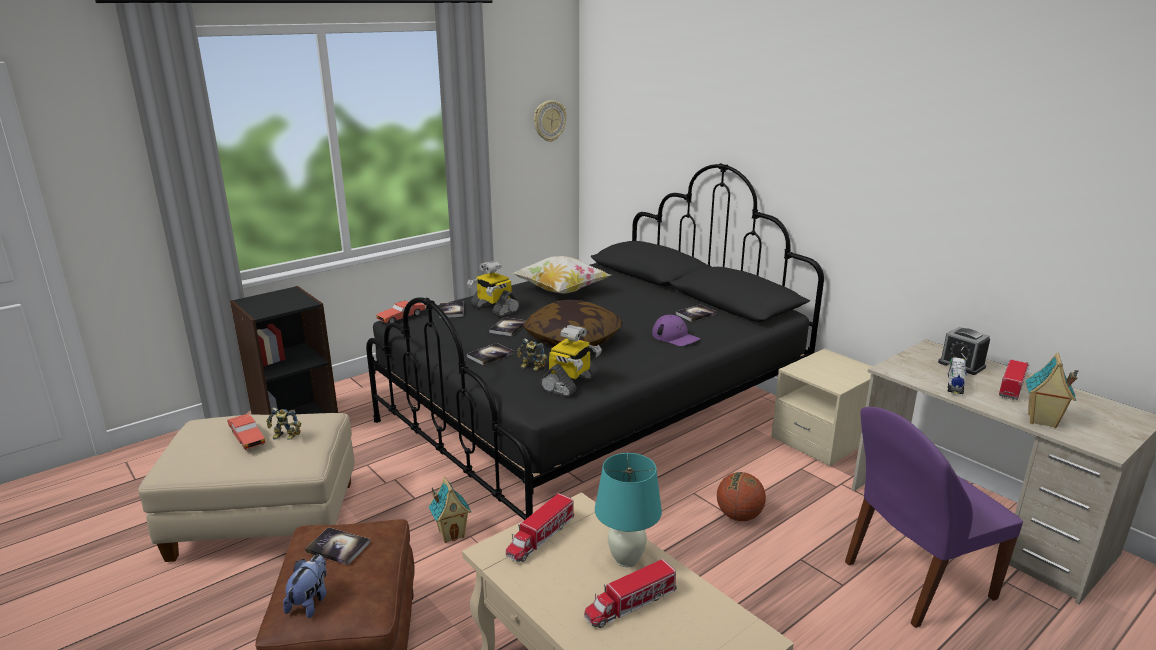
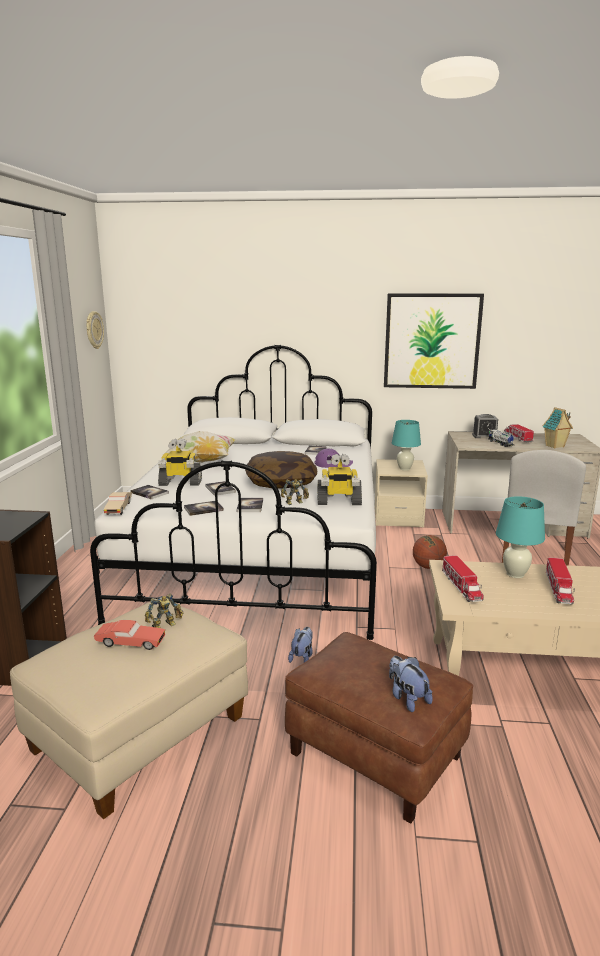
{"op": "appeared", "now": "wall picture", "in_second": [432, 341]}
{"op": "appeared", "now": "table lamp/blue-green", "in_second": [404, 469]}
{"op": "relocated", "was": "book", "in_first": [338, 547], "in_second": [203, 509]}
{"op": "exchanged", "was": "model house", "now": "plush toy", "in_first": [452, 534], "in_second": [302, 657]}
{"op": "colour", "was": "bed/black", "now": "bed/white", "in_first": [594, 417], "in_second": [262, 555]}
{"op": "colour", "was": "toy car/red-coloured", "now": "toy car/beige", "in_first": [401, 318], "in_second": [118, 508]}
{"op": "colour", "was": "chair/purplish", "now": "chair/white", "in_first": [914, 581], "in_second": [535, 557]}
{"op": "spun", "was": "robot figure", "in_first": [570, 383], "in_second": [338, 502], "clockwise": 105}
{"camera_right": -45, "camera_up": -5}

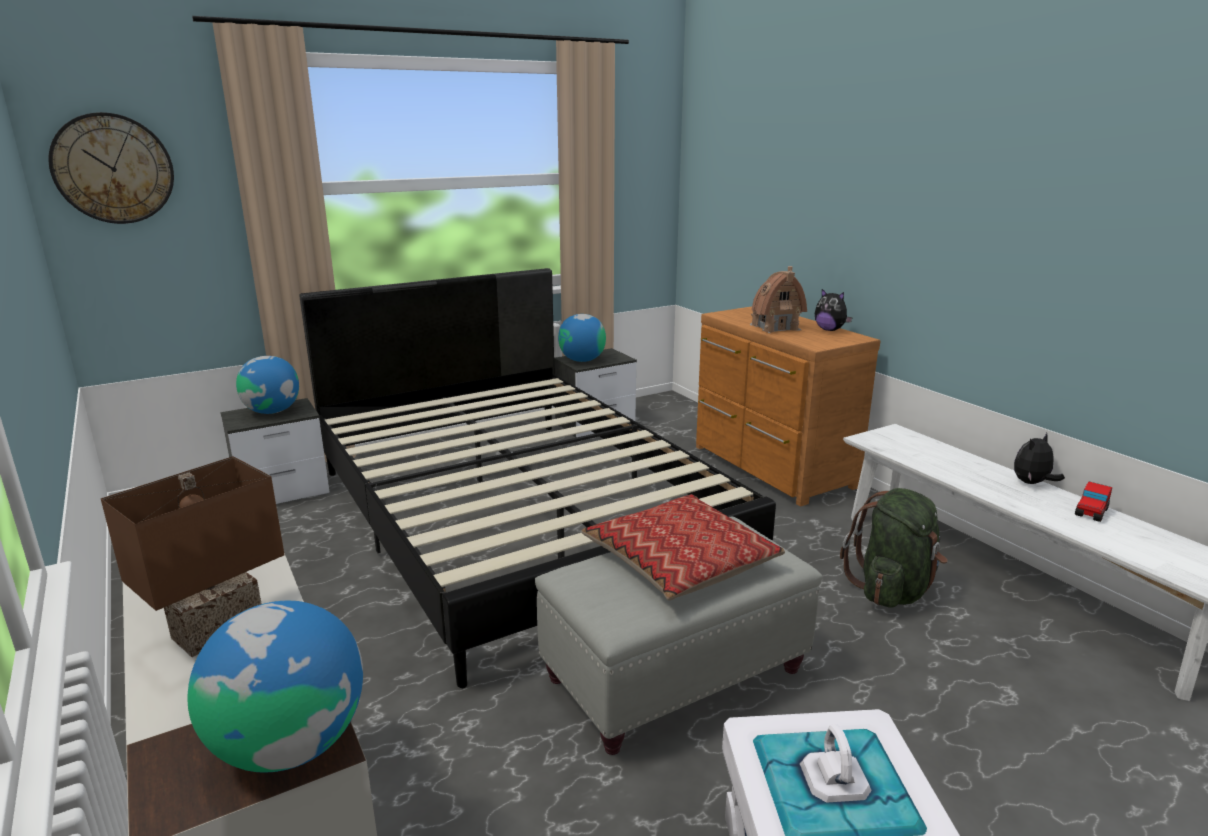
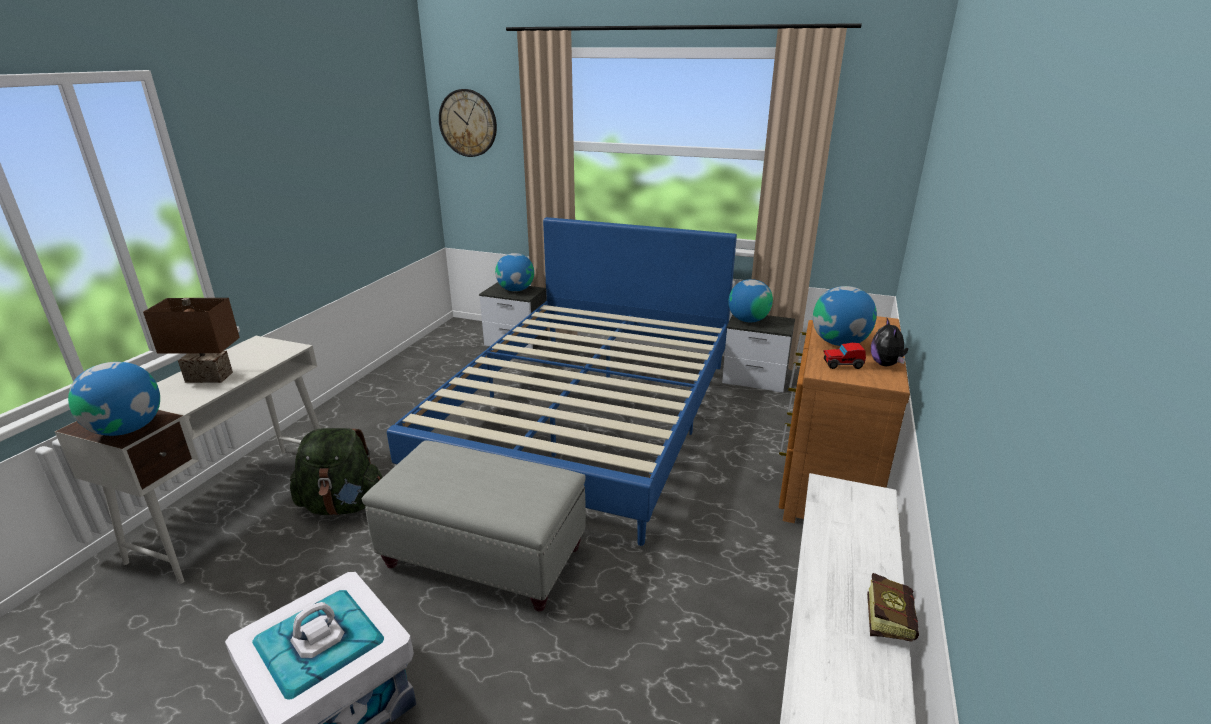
{"op": "missing", "was": "cushion", "in_first": [680, 560]}
{"op": "relocated", "was": "knapsack/green-coloured", "in_first": [892, 590], "in_second": [343, 505]}
{"op": "relocated", "was": "toy car", "in_first": [1091, 512], "in_second": [842, 364]}
{"op": "exchanged", "was": "model house", "now": "world globe", "in_first": [775, 327], "in_second": [839, 343]}
{"op": "exchanged", "was": "plush toy", "now": "book", "in_first": [1032, 483], "in_second": [887, 617]}
{"op": "colour", "was": "bed/black", "now": "bed/blue-coloured", "in_first": [518, 518], "in_second": [587, 417]}
{"camera_right": 50, "camera_up": 5}

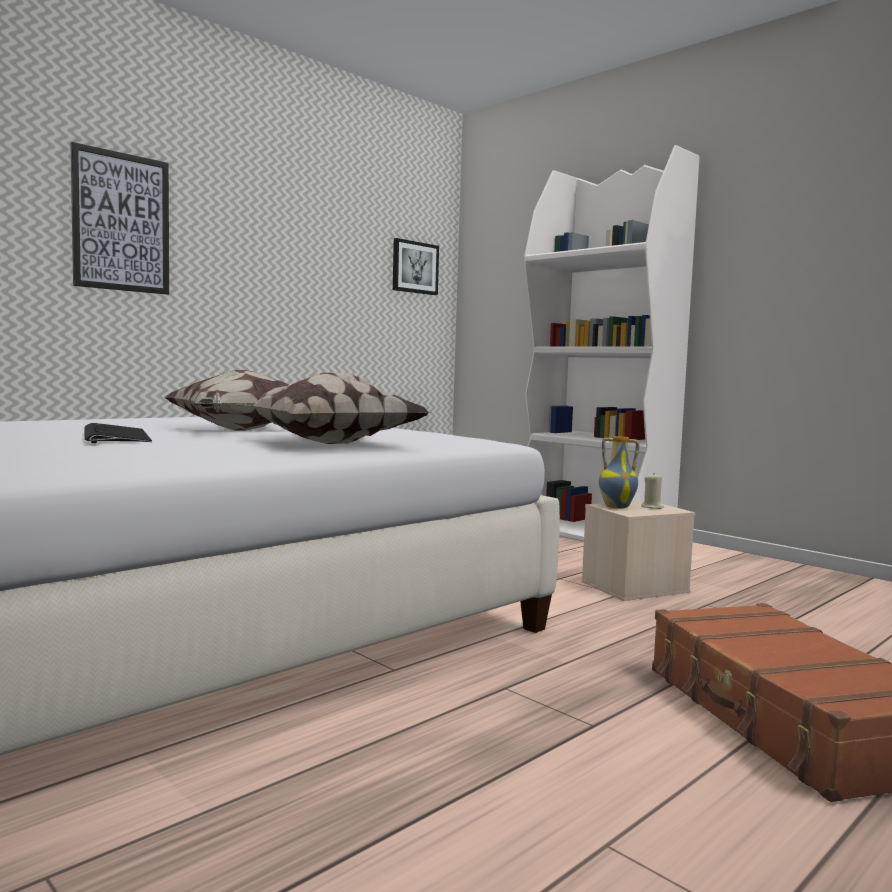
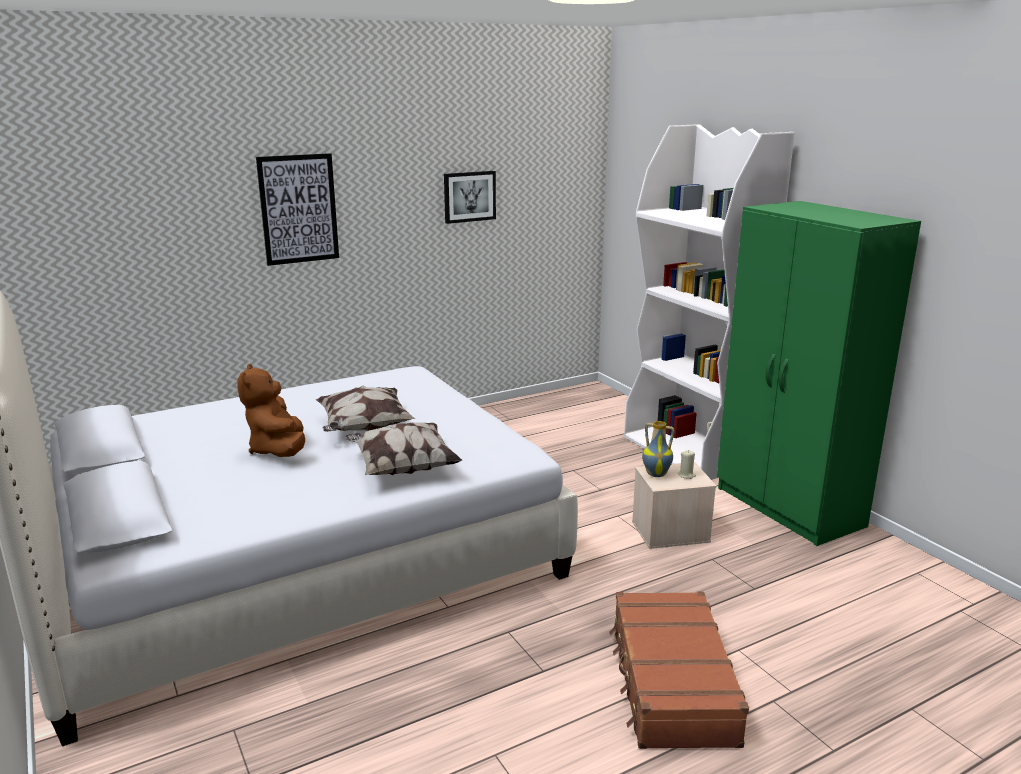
{"op": "appeared", "now": "wardrobe/green-coloured", "in_second": [789, 508]}
{"op": "relocated", "was": "wall picture", "in_first": [414, 267], "in_second": [469, 196]}
{"op": "exchanged", "was": "computer keyboard", "now": "plush toy/brown-coloured", "in_first": [115, 436], "in_second": [278, 450]}
{"camera_right": 15, "camera_up": 15}

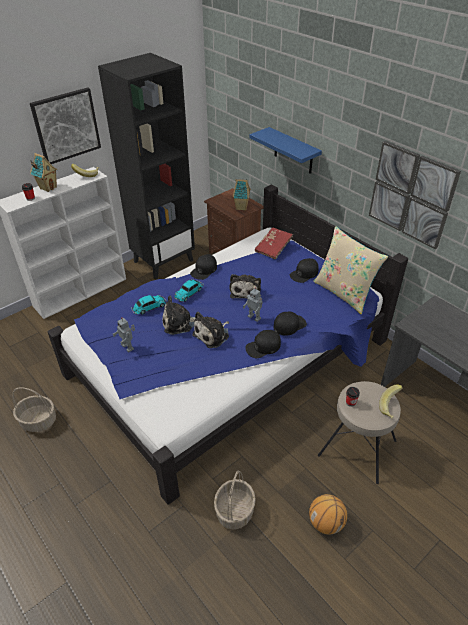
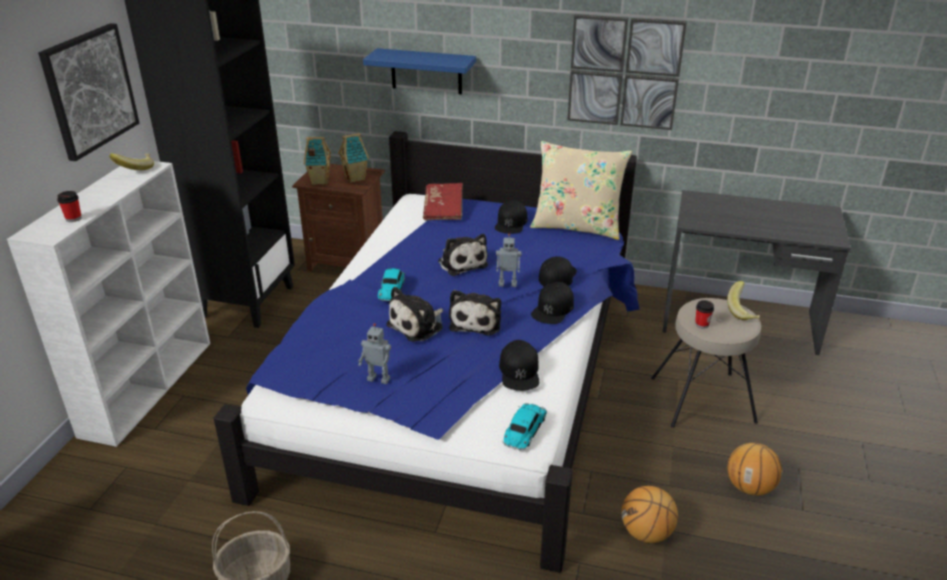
{"op": "relocated", "was": "model house", "in_first": [48, 188], "in_second": [319, 181]}
{"op": "relocated", "was": "toy car", "in_first": [149, 307], "in_second": [524, 431]}
{"op": "relocated", "was": "cap/black", "in_first": [204, 270], "in_second": [519, 371]}
{"op": "exchanged", "was": "household basket", "now": "basketball", "in_first": [235, 512], "in_second": [646, 533]}
{"camera_right": -35, "camera_up": -10}

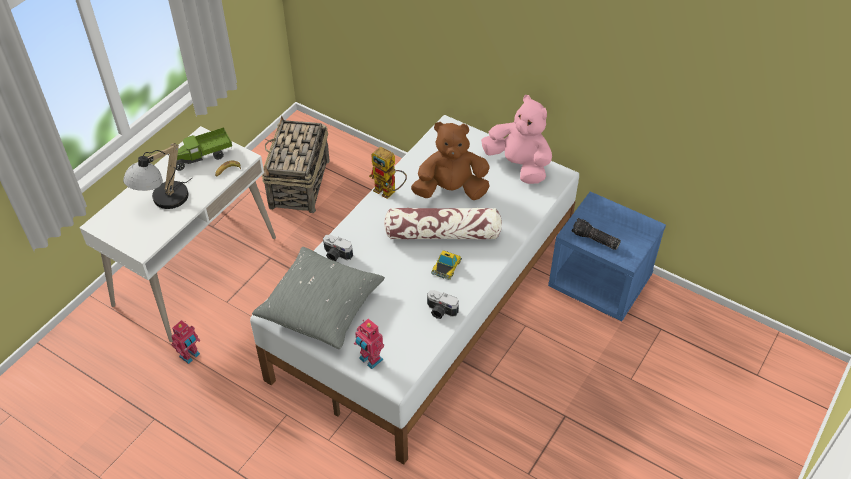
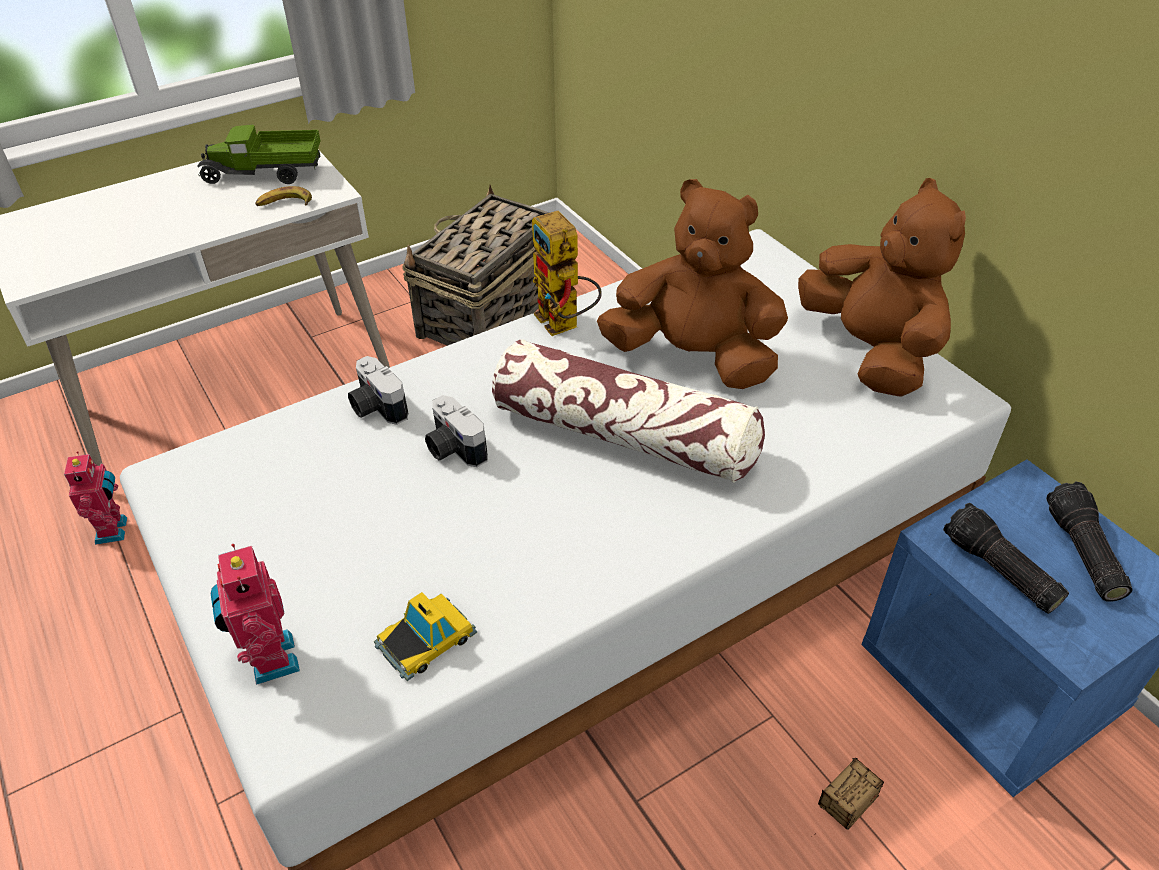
{"op": "missing", "was": "table lamp", "in_first": [163, 202]}
{"op": "missing", "was": "cushion/gray", "in_first": [321, 306]}
{"op": "appeared", "now": "storage box", "in_second": [825, 824]}
{"op": "appeared", "now": "flashlight", "in_second": [1080, 552]}
{"op": "relocated", "was": "still camera", "in_first": [440, 311], "in_second": [453, 449]}
{"op": "relocated", "was": "toy car", "in_first": [446, 266], "in_second": [426, 639]}
{"op": "colour", "was": "plush toy/pinkish", "now": "plush toy/brown-coloured", "in_first": [518, 165], "in_second": [870, 352]}
{"op": "spun", "was": "robot figure", "in_first": [190, 356], "in_second": [114, 530], "clockwise": -75}
{"camera_right": 25, "camera_up": -5}

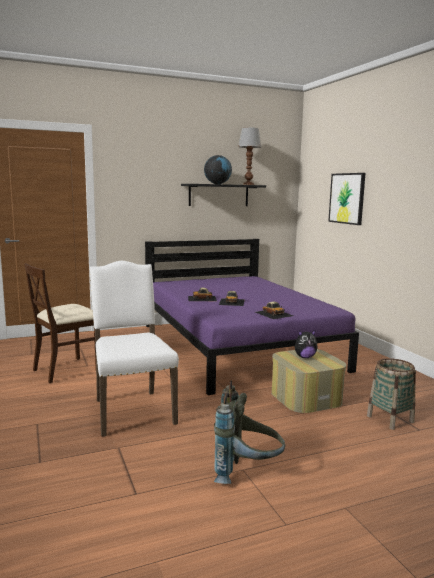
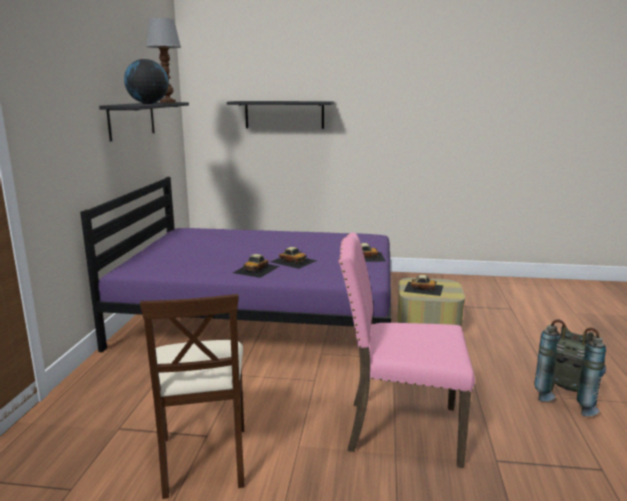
{"op": "missing", "was": "household basket", "in_first": [390, 419]}
{"op": "exchanged", "was": "plush toy", "now": "toy car", "in_first": [304, 357], "in_second": [423, 288]}
{"op": "exchanged", "was": "wall picture", "now": "shelf/black", "in_first": [347, 198], "in_second": [284, 114]}
{"op": "colour", "was": "chair/white", "now": "chair/pinkish", "in_first": [132, 410], "in_second": [400, 430]}
{"camera_right": -60, "camera_up": 5}

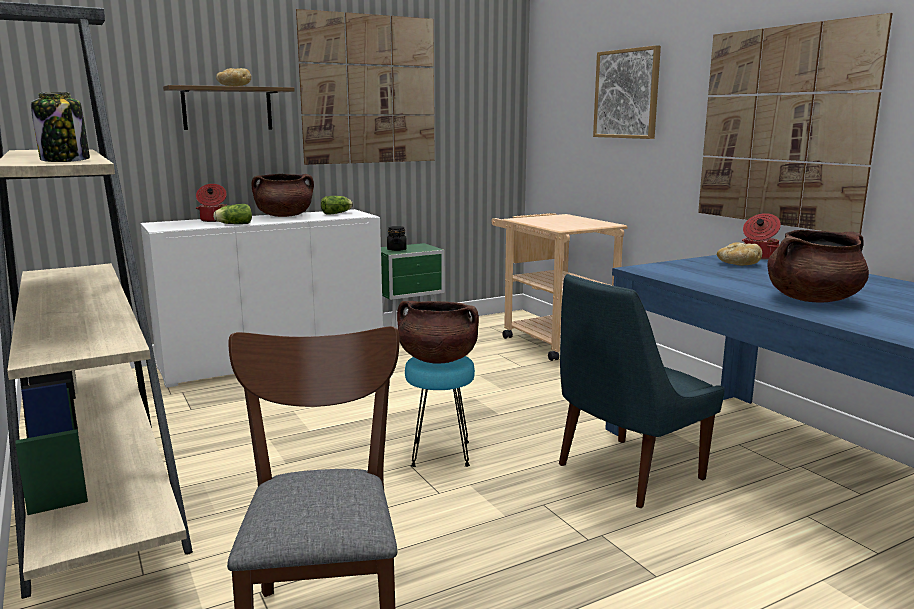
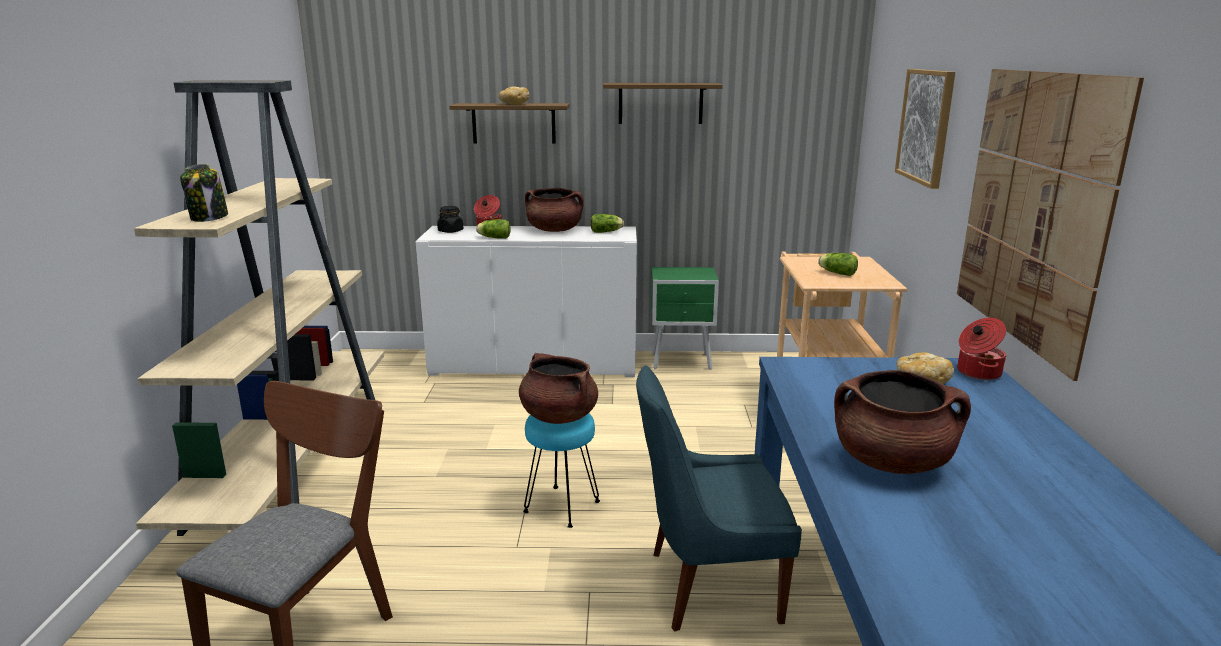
{"op": "appeared", "now": "head of lettuce", "in_second": [836, 273]}
{"op": "relocated", "was": "jar/black", "in_first": [396, 249], "in_second": [450, 231]}
{"op": "exchanged", "was": "wall picture", "now": "shelf", "in_first": [369, 90], "in_second": [660, 103]}
{"camera_right": 30, "camera_up": 5}

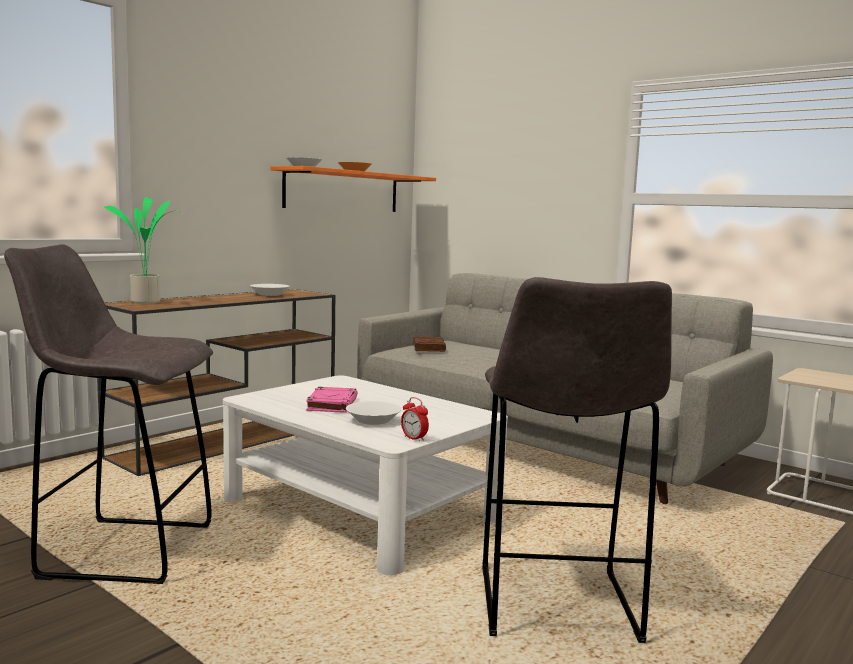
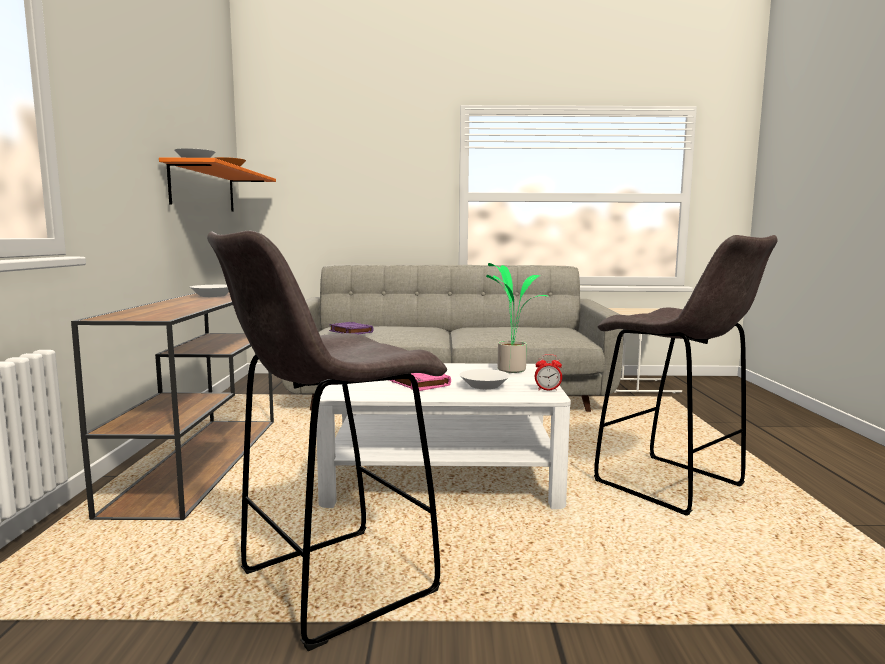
{"op": "relocated", "was": "potted plant", "in_first": [147, 302], "in_second": [511, 369]}
{"op": "colour", "was": "book/brown-coloured", "now": "book/purplish", "in_first": [428, 347], "in_second": [350, 332]}
{"camera_right": -40, "camera_up": 0}

